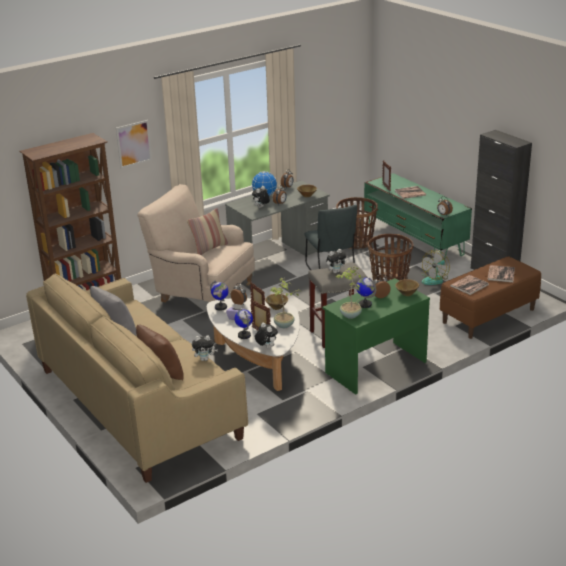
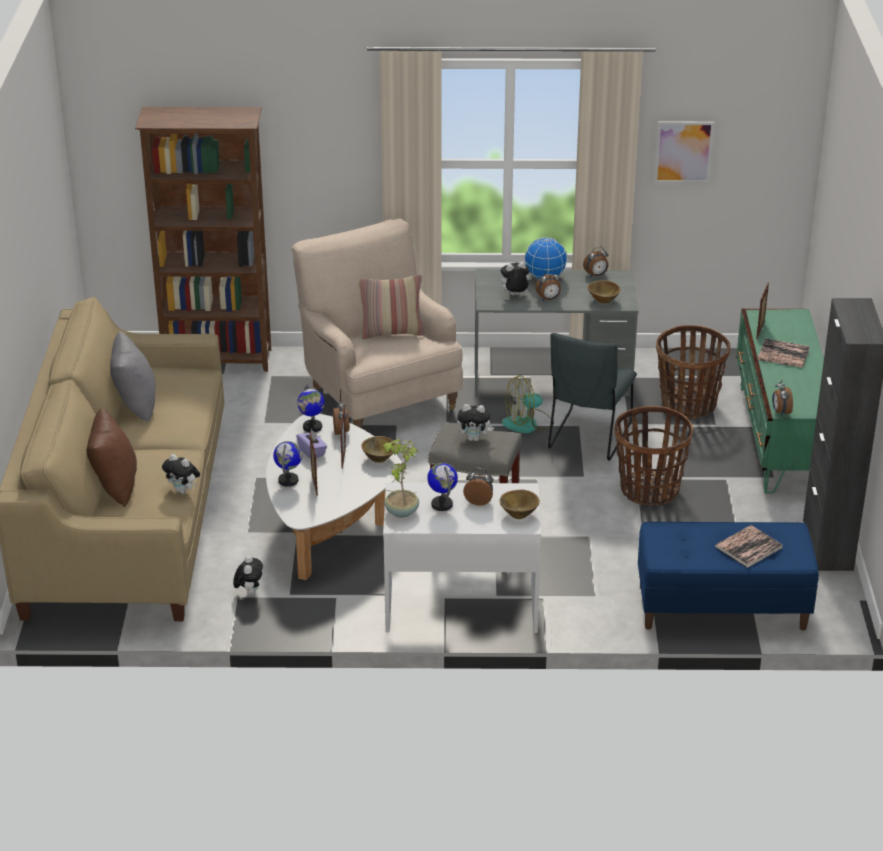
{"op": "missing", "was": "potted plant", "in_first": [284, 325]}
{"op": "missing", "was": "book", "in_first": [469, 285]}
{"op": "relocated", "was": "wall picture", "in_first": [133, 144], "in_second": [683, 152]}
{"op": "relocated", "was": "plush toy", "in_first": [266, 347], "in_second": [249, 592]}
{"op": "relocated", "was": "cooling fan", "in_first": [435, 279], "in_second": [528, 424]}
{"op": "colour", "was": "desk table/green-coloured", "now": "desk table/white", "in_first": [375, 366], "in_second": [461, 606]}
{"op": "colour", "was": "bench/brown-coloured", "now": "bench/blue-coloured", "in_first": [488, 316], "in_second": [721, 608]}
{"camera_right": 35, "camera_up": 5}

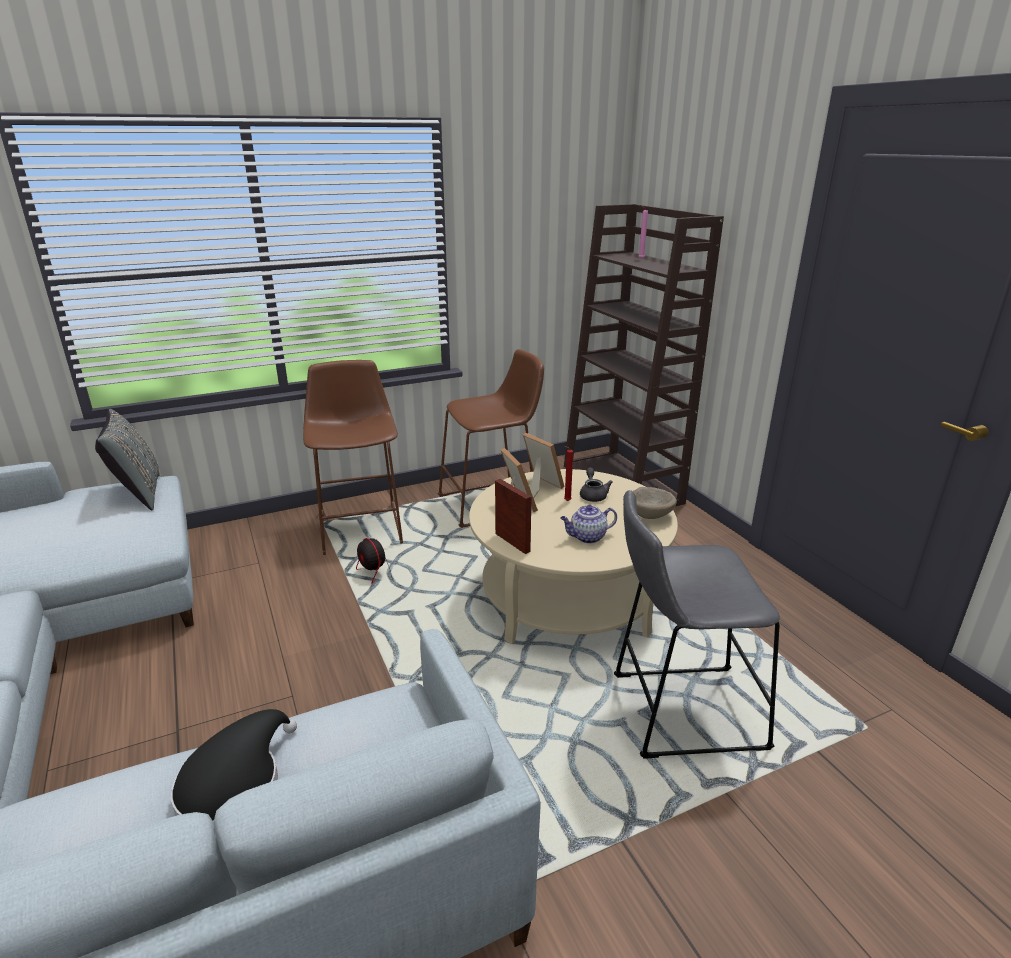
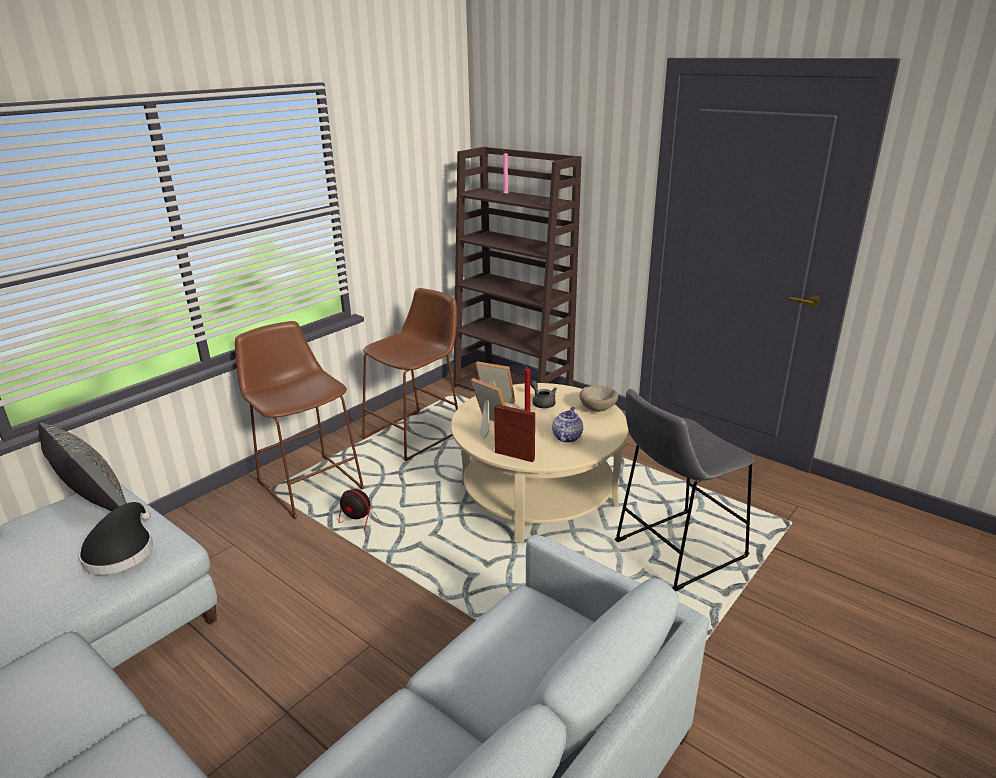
{"op": "relocated", "was": "hat/black", "in_first": [235, 784], "in_second": [121, 550]}
{"op": "spun", "was": "teapot", "in_first": [587, 537], "in_second": [567, 437], "clockwise": 150}
{"camera_right": -25, "camera_up": 0}

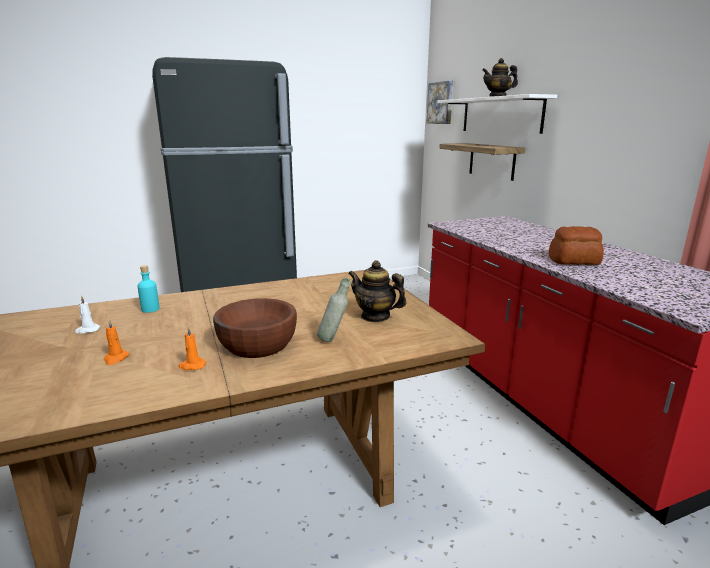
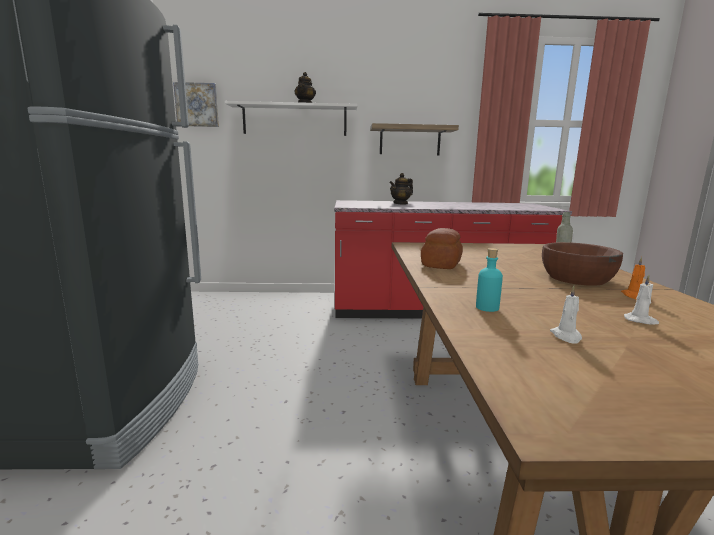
{"op": "relocated", "was": "teapot", "in_first": [375, 316], "in_second": [401, 203]}
{"op": "relocated", "was": "shelf", "in_first": [491, 161], "in_second": [410, 141]}
{"op": "relocated", "was": "bakery bread", "in_first": [574, 261], "in_second": [442, 264]}
{"op": "colour", "was": "wax light/orange", "now": "wax light/white", "in_first": [116, 358], "in_second": [641, 320]}
{"camera_right": -70, "camera_up": -5}

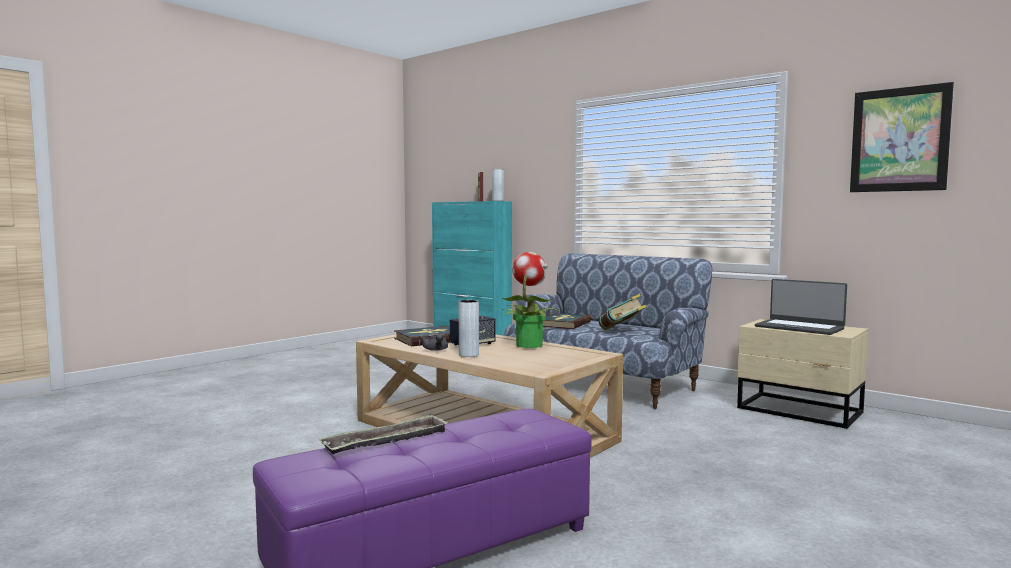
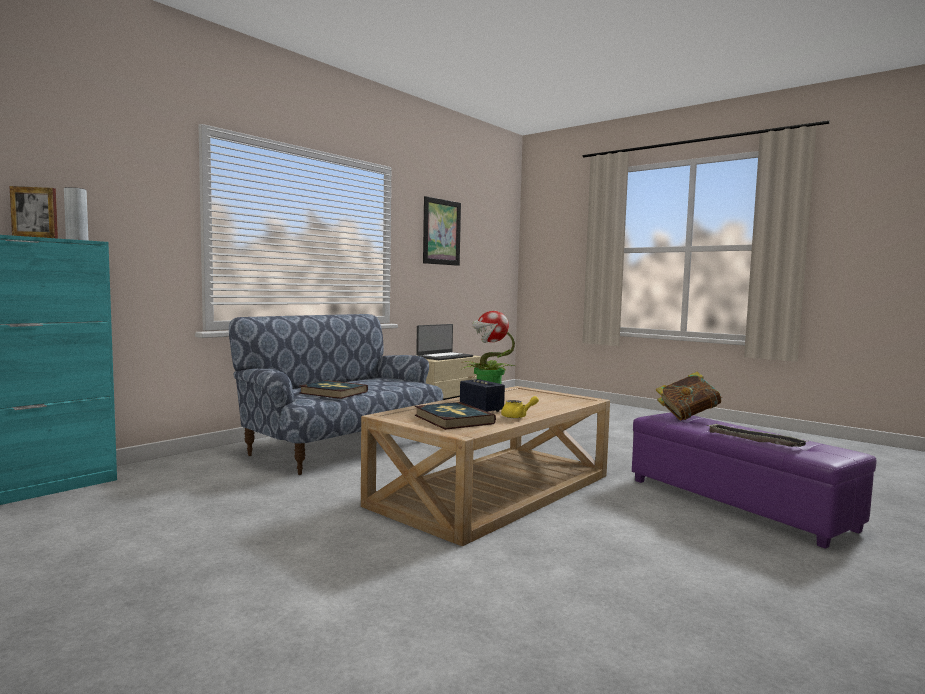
{"op": "missing", "was": "decorative vase/gray", "in_first": [468, 355]}
{"op": "relocated", "was": "book", "in_first": [621, 331], "in_second": [687, 417]}
{"op": "colour", "was": "teapot/gray", "now": "teapot/yellowish", "in_first": [435, 350], "in_second": [518, 416]}
{"camera_right": -90, "camera_up": 0}

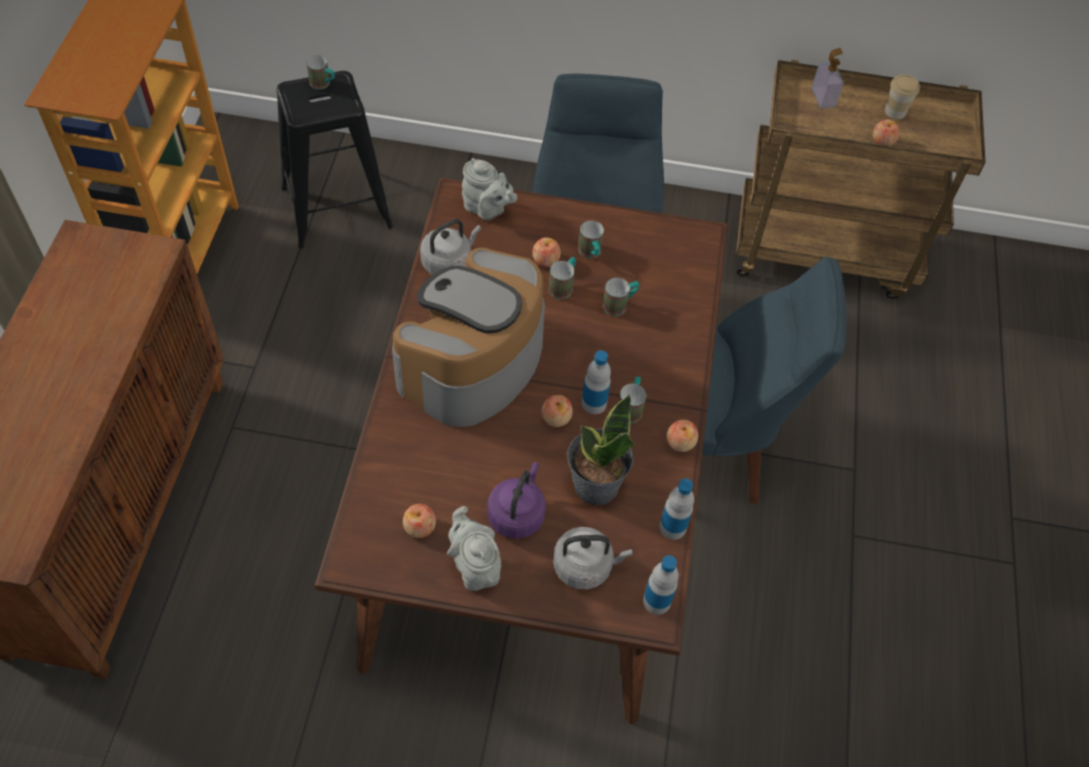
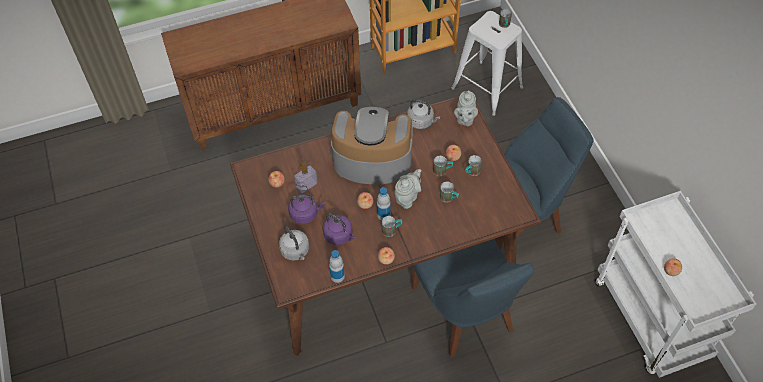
{"op": "missing", "was": "bottle", "in_first": [657, 601]}
{"op": "missing", "was": "drinking cup", "in_first": [895, 111]}
{"op": "relocated", "was": "teapot/gray", "in_first": [475, 567], "in_second": [407, 197]}
{"op": "relocated", "was": "soap bottle", "in_first": [823, 97], "in_second": [306, 185]}
{"op": "exchanged", "was": "potted plant", "now": "kettle/purplish", "in_first": [595, 485], "in_second": [339, 236]}
{"op": "colour", "was": "stool seat/black", "now": "stool seat/white", "in_first": [336, 208], "in_second": [486, 88]}
{"op": "colour", "was": "cart/brown-coloured", "now": "cart/white", "in_first": [825, 251], "in_second": [651, 319]}
{"camera_right": 65, "camera_up": 0}

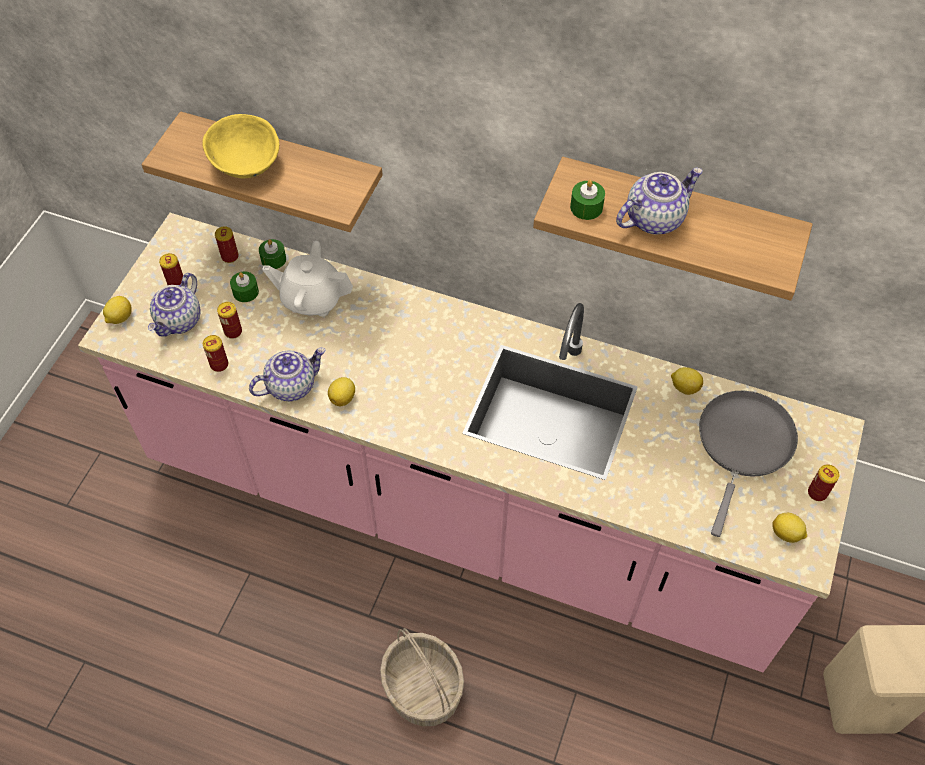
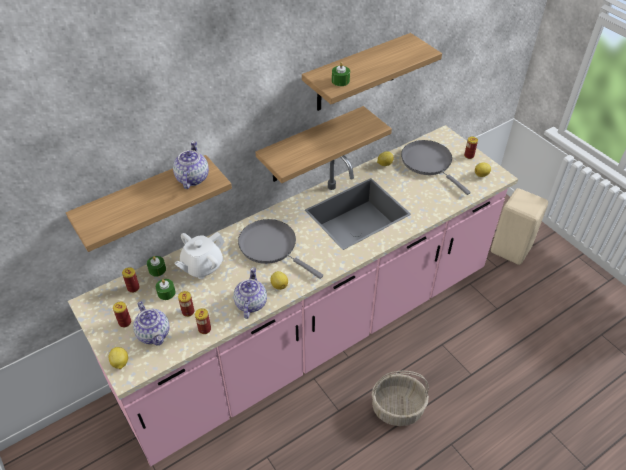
{"op": "missing", "was": "bowl/yellowish", "in_first": [245, 165]}
{"op": "appeared", "now": "pan/gray", "in_second": [271, 246]}
{"op": "appeared", "now": "shelf", "in_second": [311, 146]}
{"op": "relocated", "was": "teapot", "in_first": [654, 218], "in_second": [192, 178]}
{"camera_right": -55, "camera_up": -10}

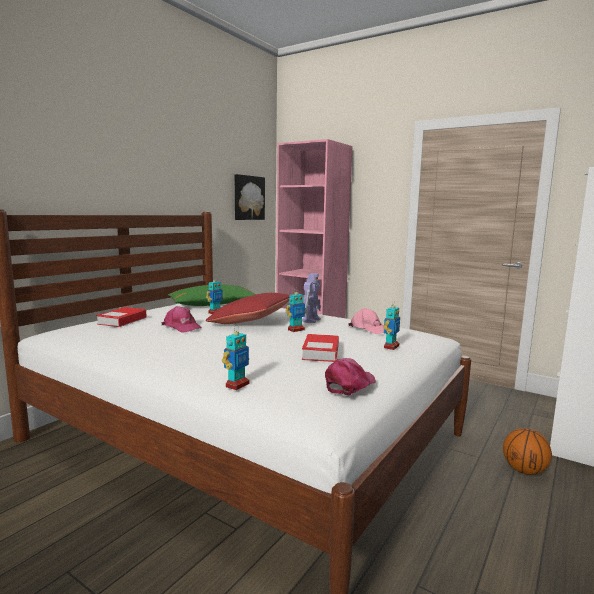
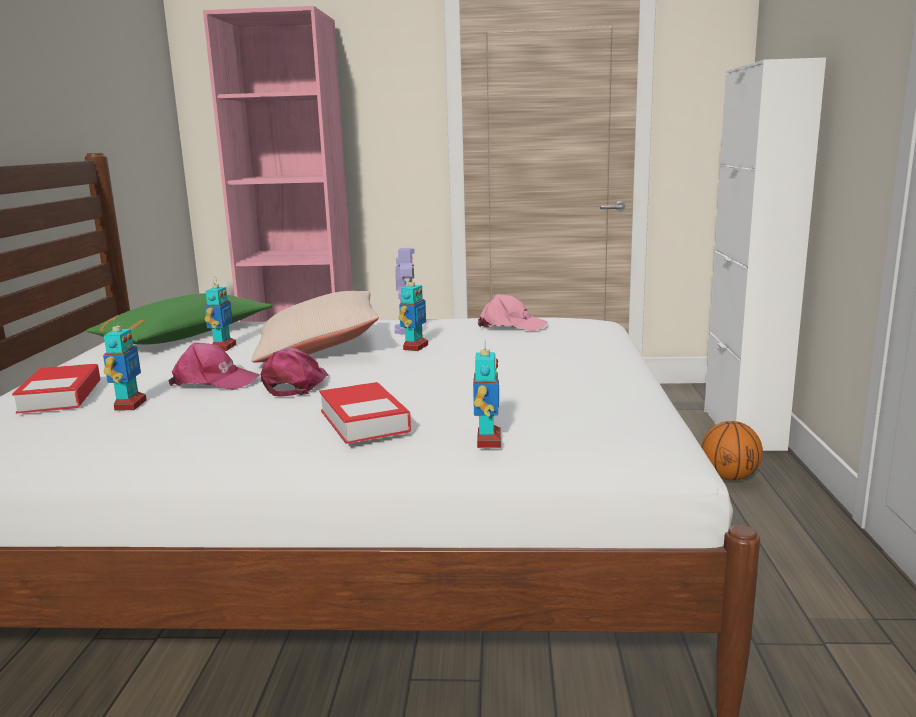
{"op": "missing", "was": "wall picture", "in_first": [248, 198]}
{"op": "relocated", "was": "book", "in_first": [321, 352], "in_second": [364, 421]}
{"op": "relocated", "was": "cap/pinkish", "in_first": [349, 384], "in_second": [296, 384]}
{"op": "relocated", "was": "robot figure", "in_first": [391, 347], "in_second": [129, 405]}
{"op": "colour", "was": "cushion/red-coloured", "now": "cushion/beige", "in_first": [251, 321], "in_second": [317, 349]}
{"camera_right": -30, "camera_up": 5}

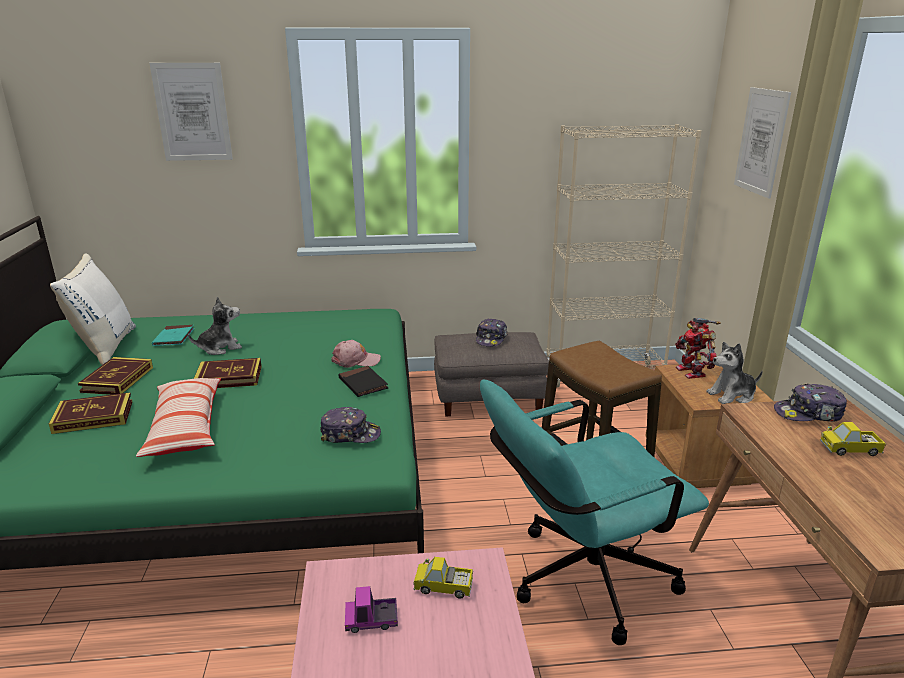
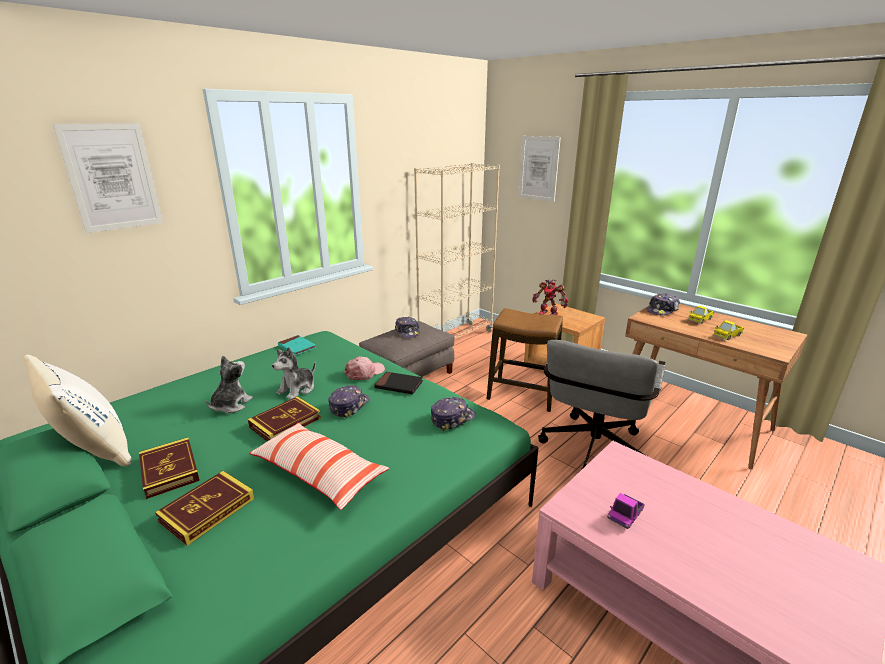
{"op": "appeared", "now": "cap", "in_second": [349, 406]}
{"op": "relocated", "was": "book/blue-green", "in_first": [174, 338], "in_second": [297, 347]}
{"op": "relocated", "was": "model truck", "in_first": [443, 587], "in_second": [727, 336]}
{"op": "relocated", "was": "plush toy", "in_first": [732, 395], "in_second": [297, 389]}
{"op": "colour", "was": "office chair/blue-green", "now": "office chair/gray", "in_first": [578, 581], "in_second": [591, 453]}
{"camera_right": -40, "camera_up": 0}

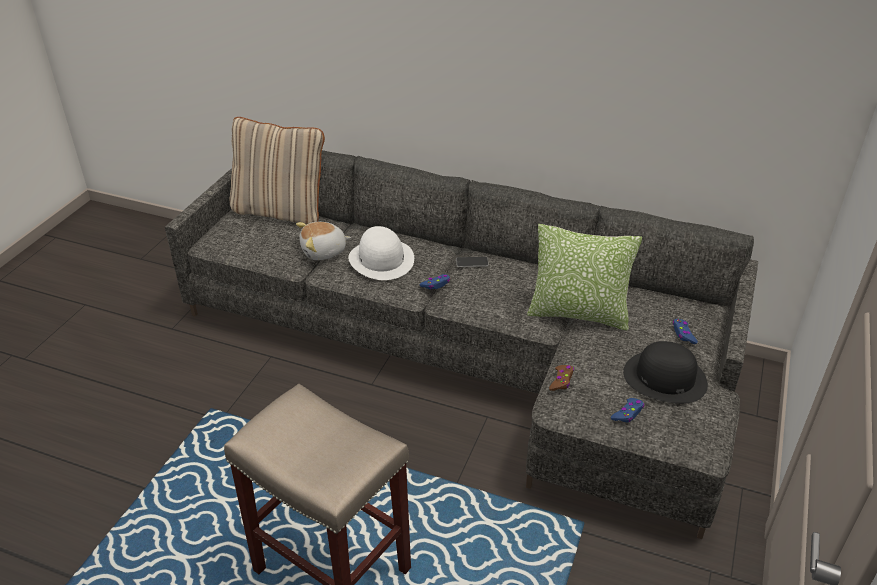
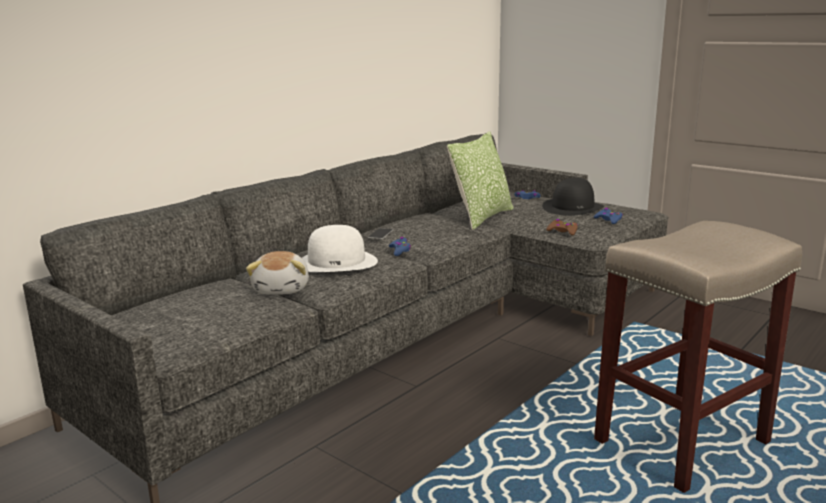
{"op": "missing", "was": "cushion/beige", "in_first": [281, 211]}
{"camera_right": -70, "camera_up": -20}

